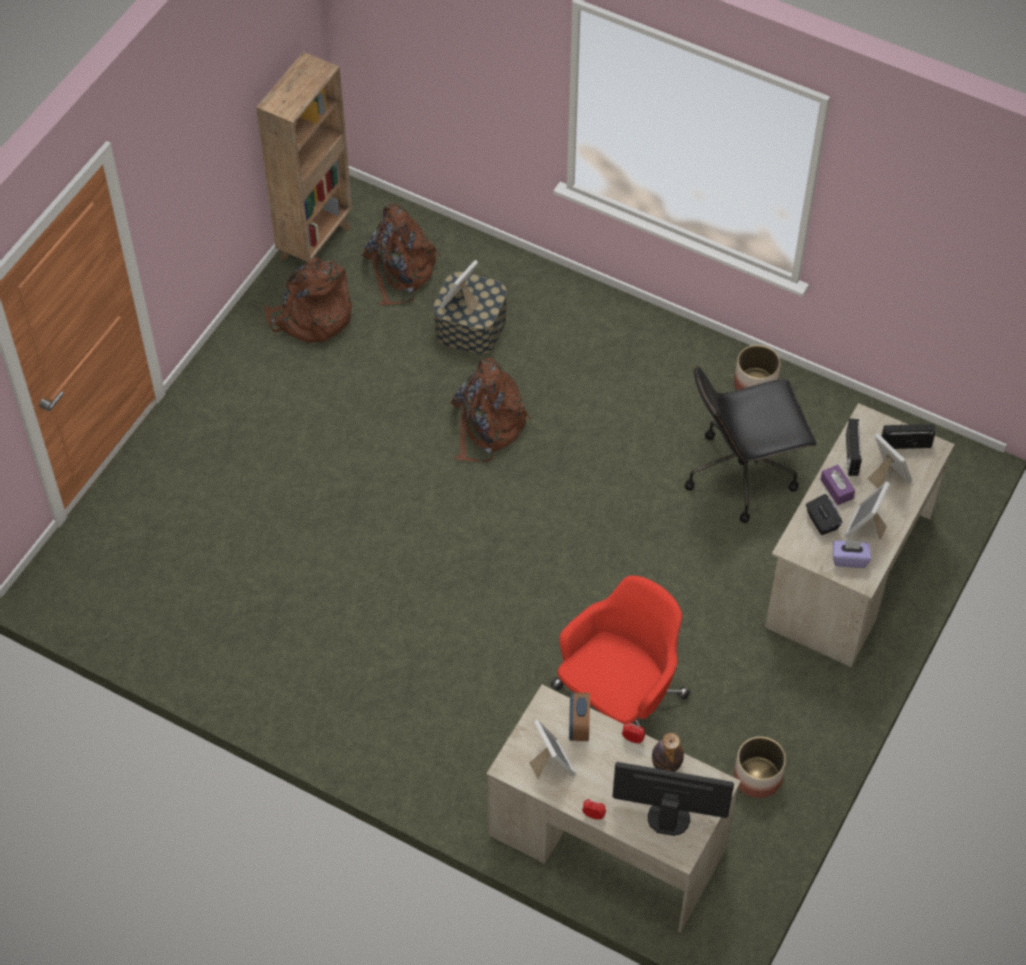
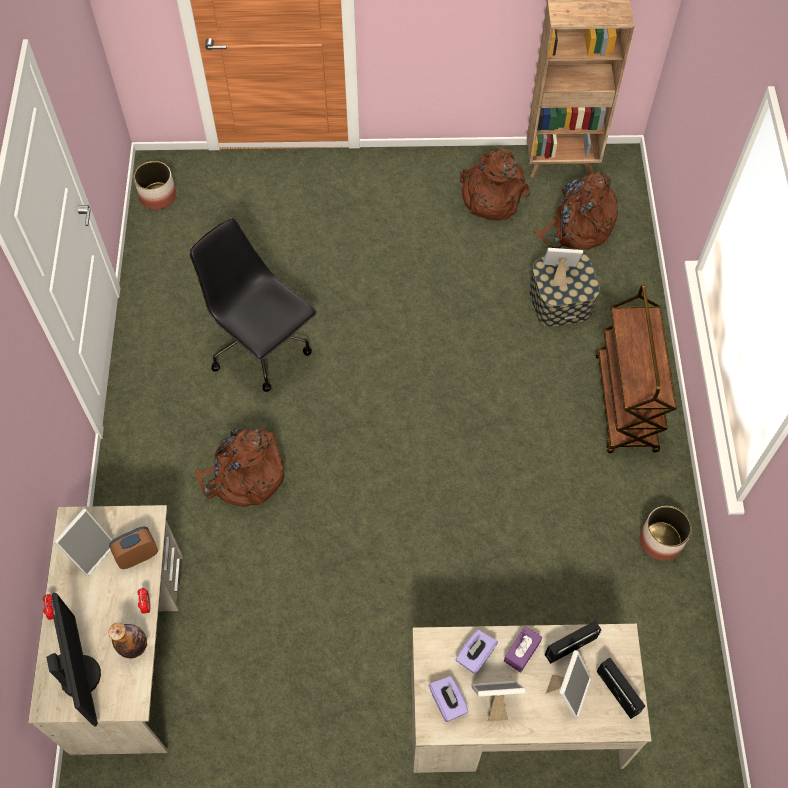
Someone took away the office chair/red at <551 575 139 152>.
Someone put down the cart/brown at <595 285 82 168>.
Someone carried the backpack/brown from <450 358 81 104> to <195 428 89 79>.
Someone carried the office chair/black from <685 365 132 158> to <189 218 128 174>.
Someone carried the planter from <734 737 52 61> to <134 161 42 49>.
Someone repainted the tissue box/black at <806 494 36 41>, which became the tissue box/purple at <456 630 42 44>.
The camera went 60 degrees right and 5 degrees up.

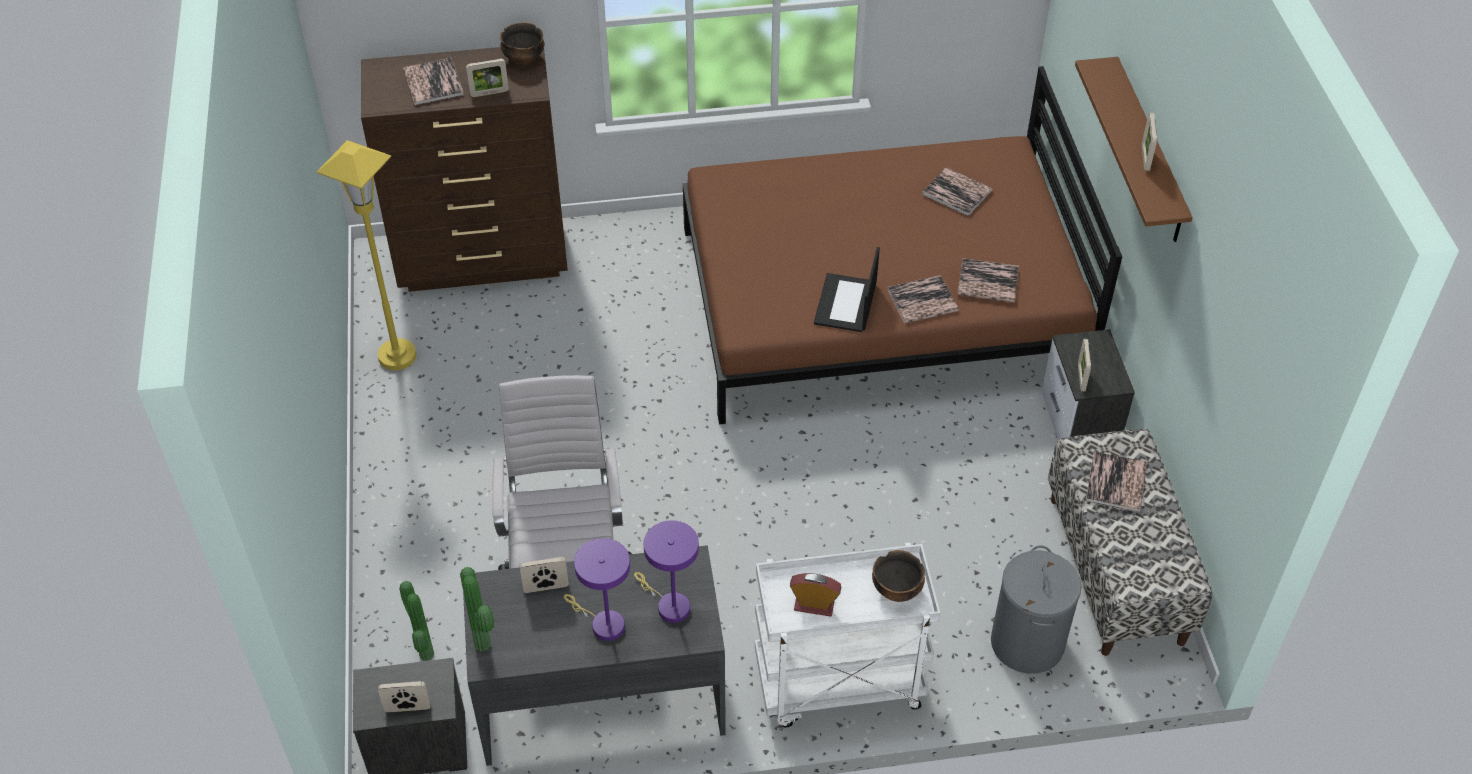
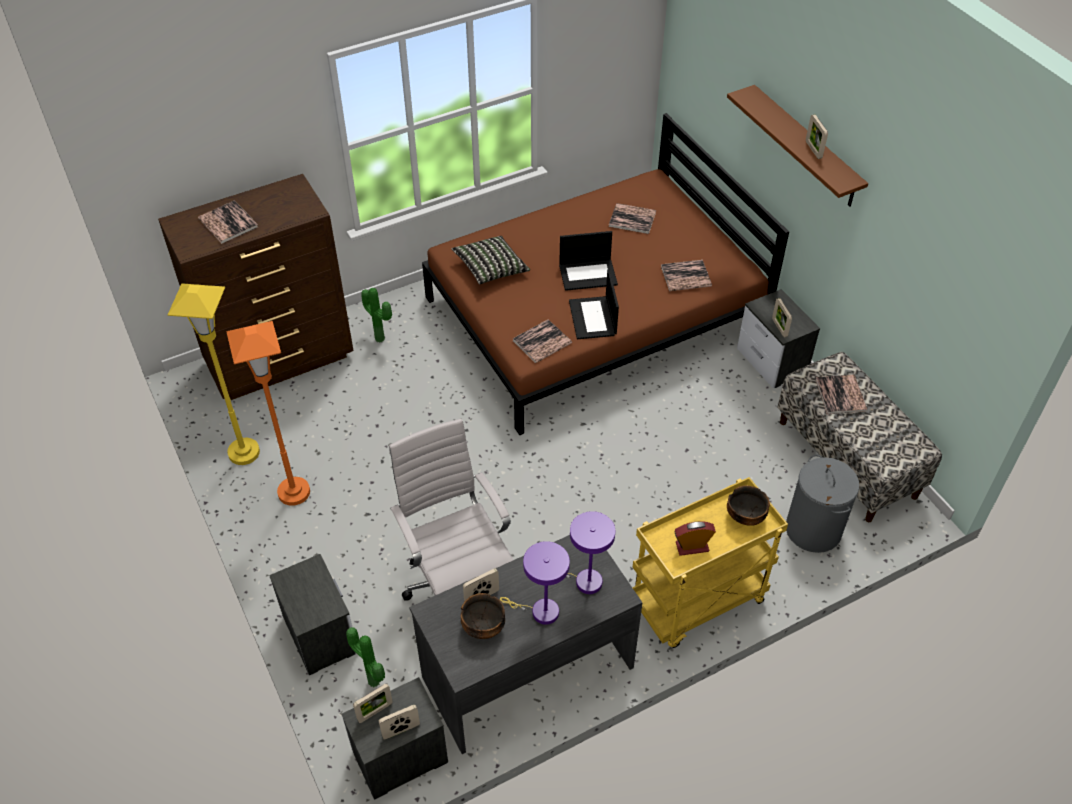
Someone put down the floor lamp/orange at <226 321 84 185>.
Someone put down the nightstand at <269 554 87 121>.
Someone put down the pillow at <452 236 78 48>.
Someone put down the laptop at <559 231 59 60>.
Someone carried the potted plant from <460 567 34 85> to <361 288 31 54>.
Someone carried the picture frame from <466 58 43 39> to <353 683 40 40>.
Someone carried the bowl from <500 22 44 43> to <461 593 44 46>.
Someone carried the book from <888 275 71 48> to <513 319 59 44>.
Someone repainted the cart/white at <755 542 185 185>, which became the cart/yellow at <632 477 156 171>.
The camera went 20 degrees left and 0 degrees up.

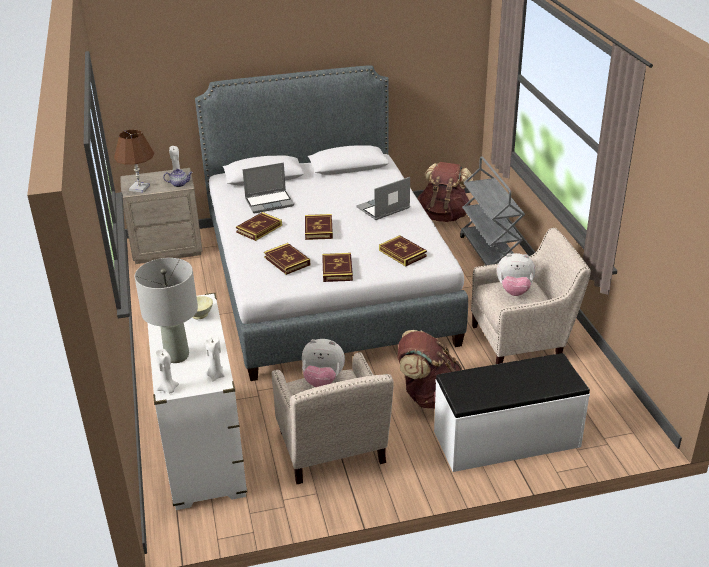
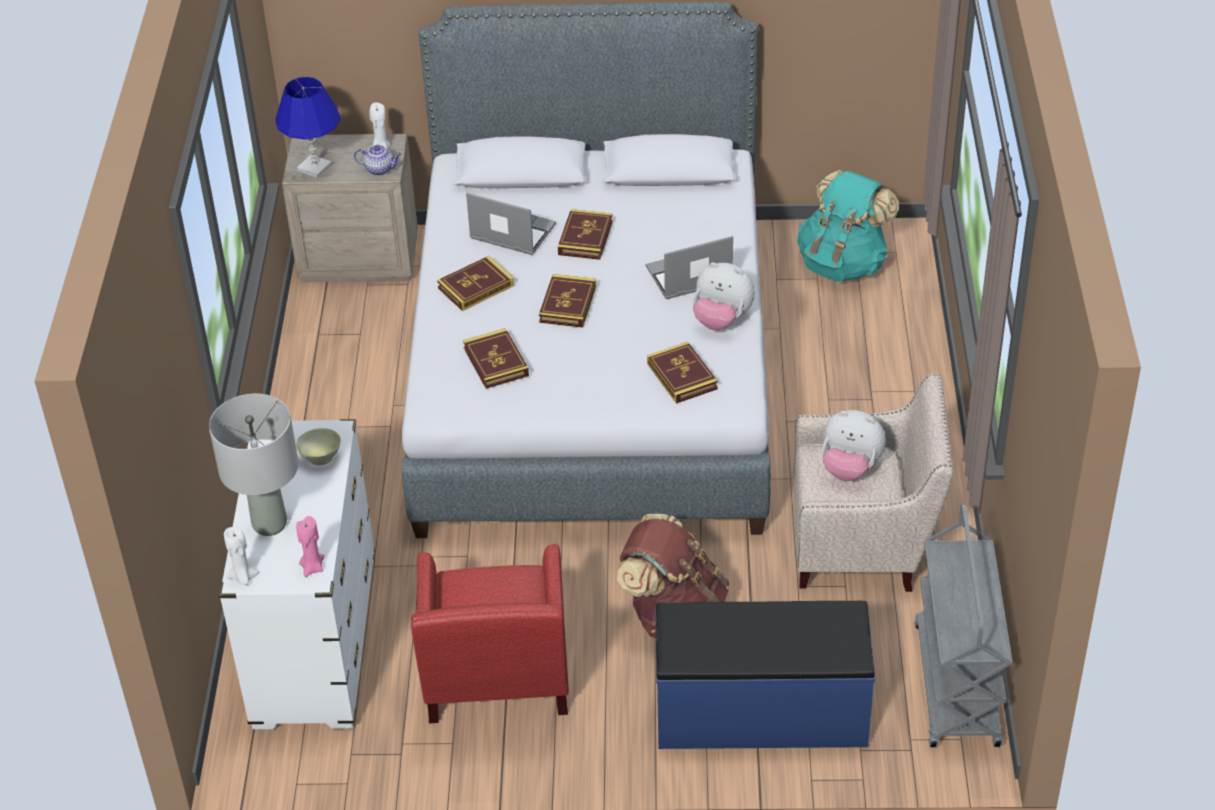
Someone carried the plush toy from <302 339 43 48> to <693 262 62 68>.
Someone carried the book from <322 253 31 29> to <558 209 55 51>.
Someone carried the cart/grey from <460 156 65 110> to <914 504 99 243>.
Someone repainted the table lamp/brown at <114 130 40 62>, which became the table lamp/blue at <275 77 66 101>.
Someone repainted the candle/white at <205 335 19 46>, which became the candle/pink at <296 516 28 61>.
Someone repainted the armchair/beige at <272 352 122 132>, which became the armchair/red at <411 544 158 179>.
Someone repainted the backpack/brown at <418 162 55 60>, which became the backpack/turquoise at <797 170 102 112>.
Someone repainted the bench/white at <434 353 156 119>, which became the bench/blue at <656 601 219 148>.
Someone rotated the laptop at <242 162 52 51> by 150 degrees counterclockwise.
The camera went 15 degrees right and 10 degrees up.

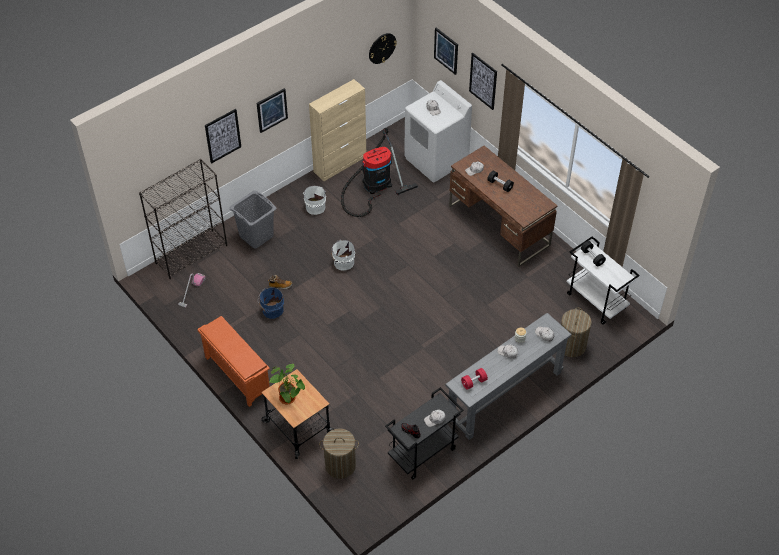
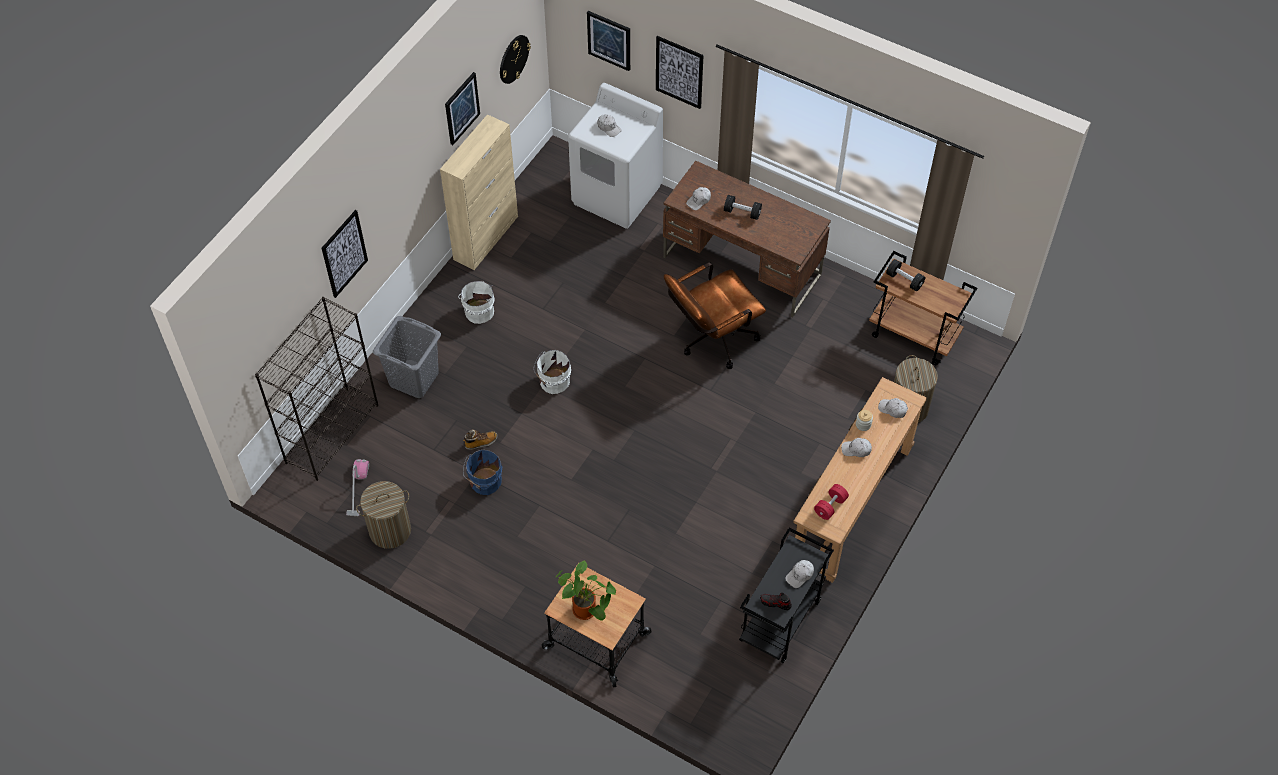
Someone took away the shoe rack/orange at <197 316 73 91>.
Someone took away the vacuum cleaner at <341 128 77 89>.
Someone put down the office chair/brown at <664 262 102 107>.
Someone carried the picture from <257 88 31 45> to <445 72 35 73>.
Someone carried the laundry basket from <319 428 40 51> to <356 481 55 68>.
Someone repainted the console table/grey at <445 313 127 127>, which became the console table/brown at <793 377 134 206>.
Someone repainted the cart/white at <567 236 73 89>, which became the cart/brown at <869 251 108 114>.
The camera went 20 degrees left and 5 degrees up.

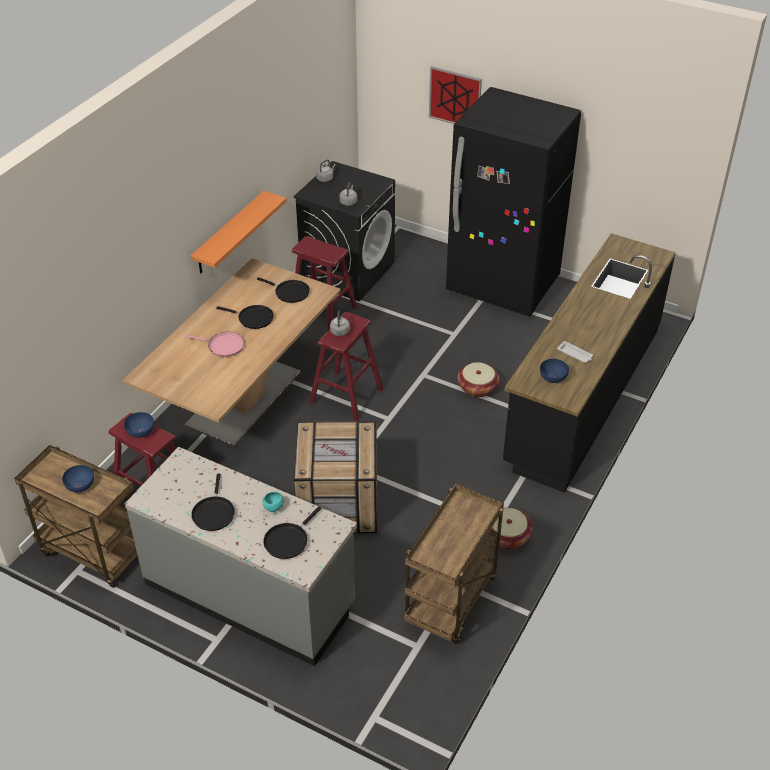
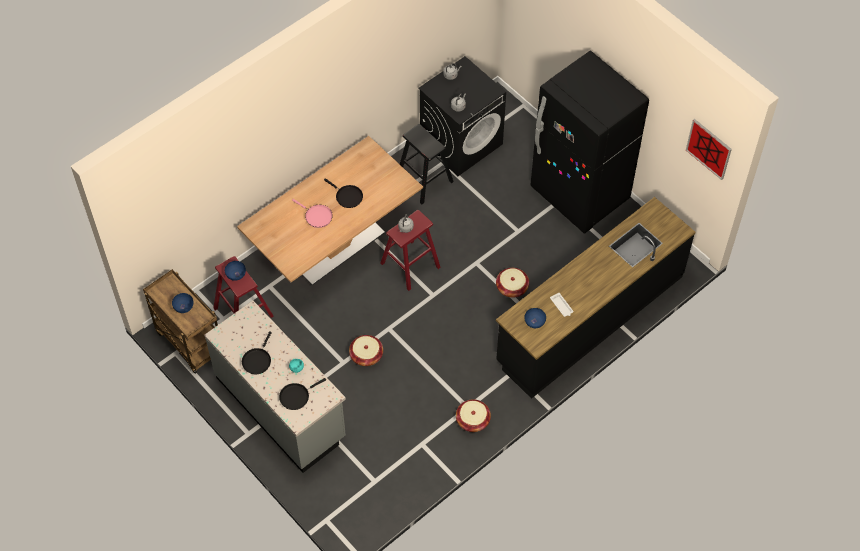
Someone took away the shelf/orange at <190 191 97 82>.
Someone took away the frying pan/black at <257 277 53 26>.
Someone took away the cart/brown at <404 484 100 159>.
Someone carried the picture from <429 66 53 58> to <686 119 46 61>.
Someone swapped the crate at <294 421 83 112> for the basket at <349 335 34 31>.
Someone repainted the stool/red at <292 236 65 95>, which became the stool/black at <400 124 54 80>.
The camera went 20 degrees right and 15 degrees up.

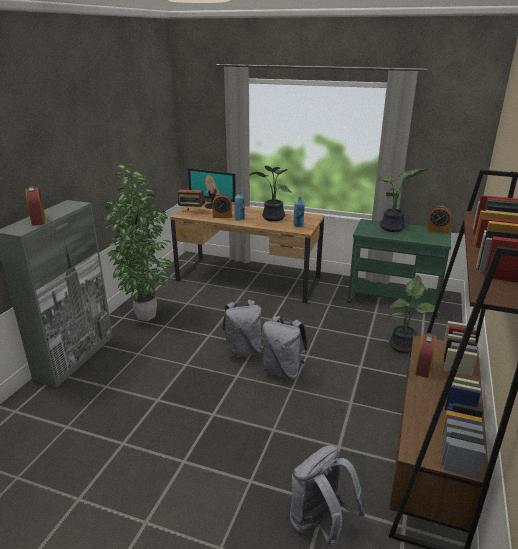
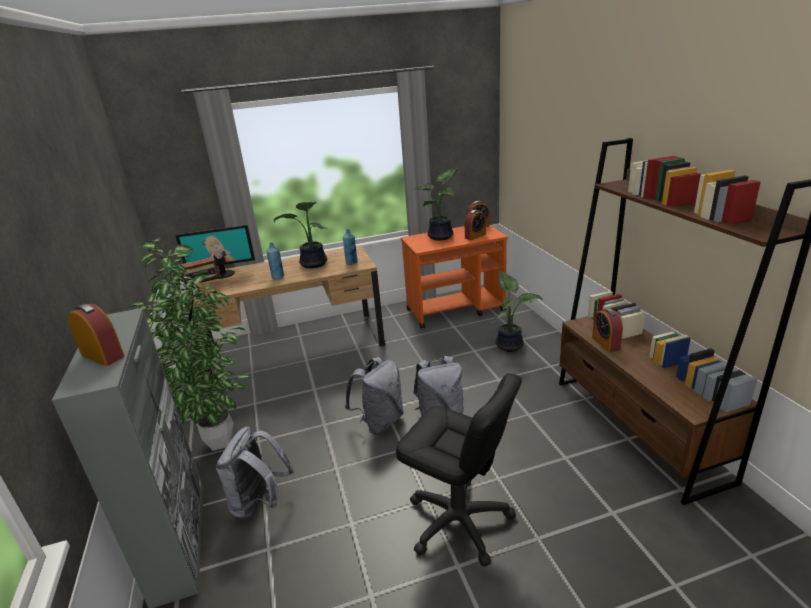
Someone put down the office chair/black at <396 373 126 194>.
Someone carried the alarm clock from <212 193 20 25> to <465 210 21 30>.
Someone carried the backpack/grey from <290 445 75 102> to <216 426 78 93>.
Someone repainted the cart/green at <347 219 104 99>, which became the cart/orange at <401 225 107 104>.
The camera went 35 degrees left and 0 degrees up.

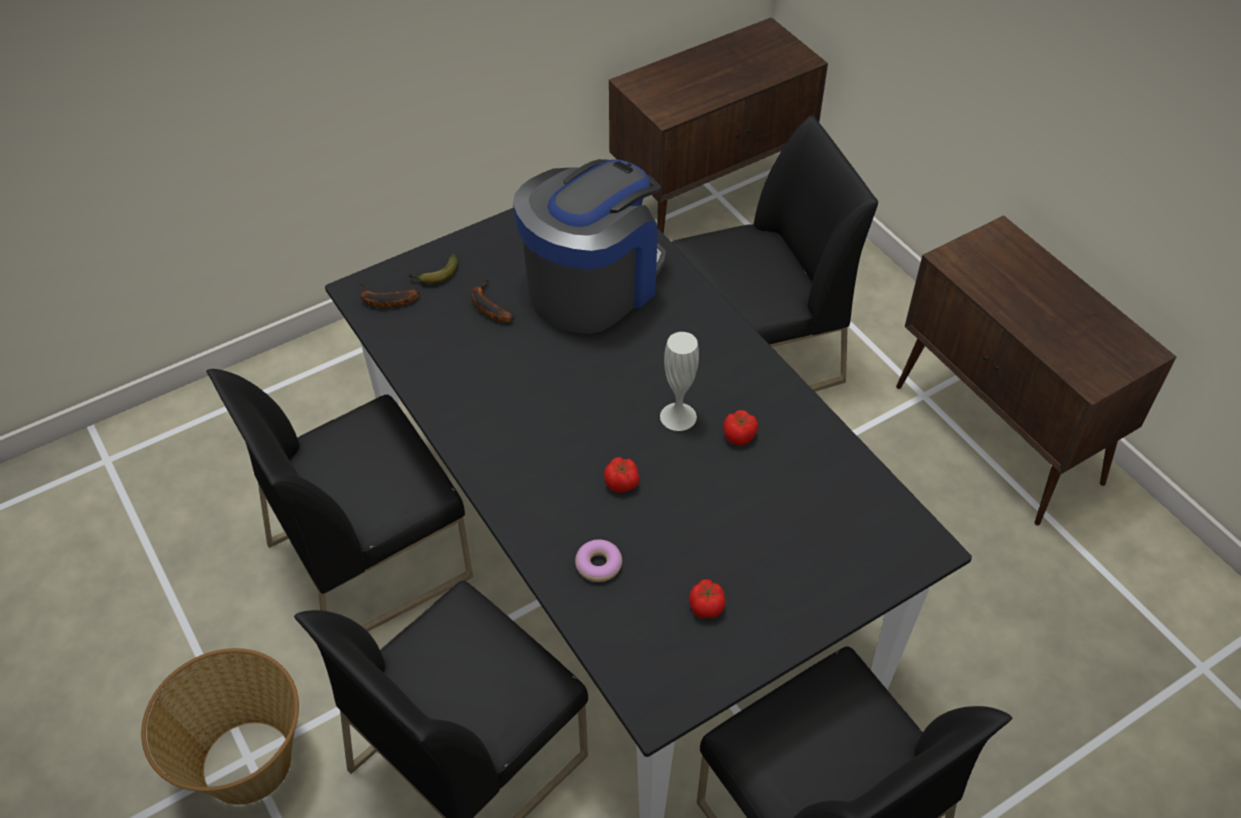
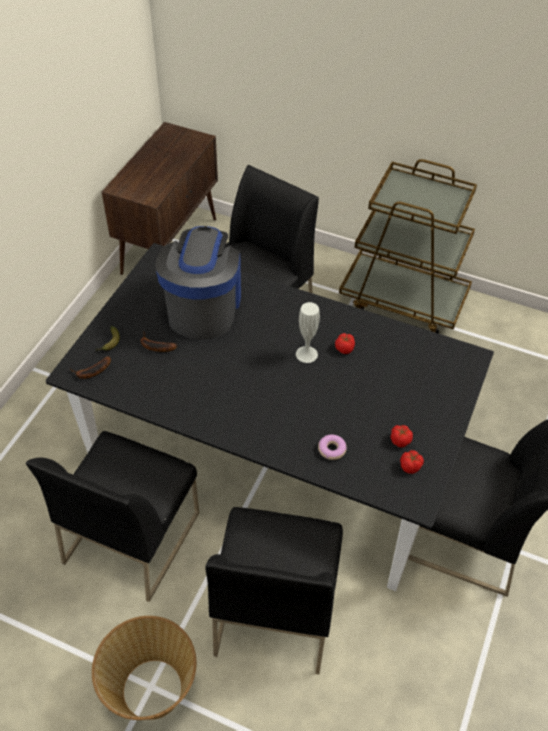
Someone carried the tomato from <604 457 36 36> to <400 450 24 24>.
Someone swapped the cabinet/brown at <896 215 280 310> for the cart/brown at <339 159 138 175>.
The camera went 35 degrees left and 0 degrees up.

